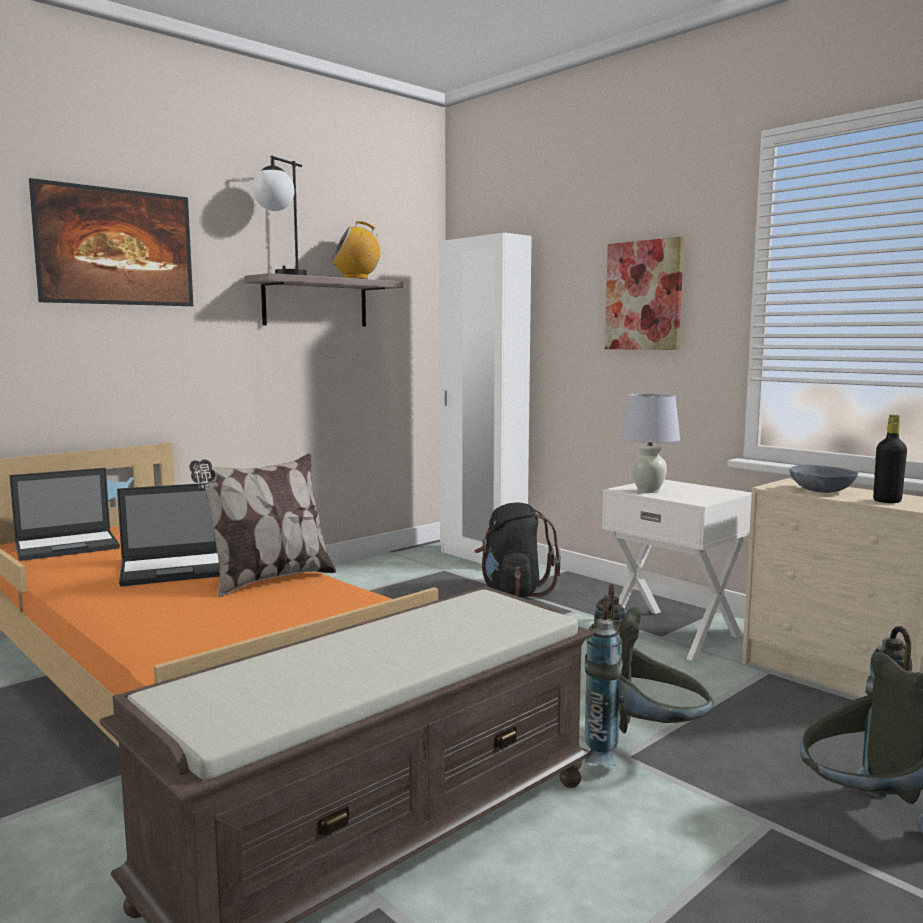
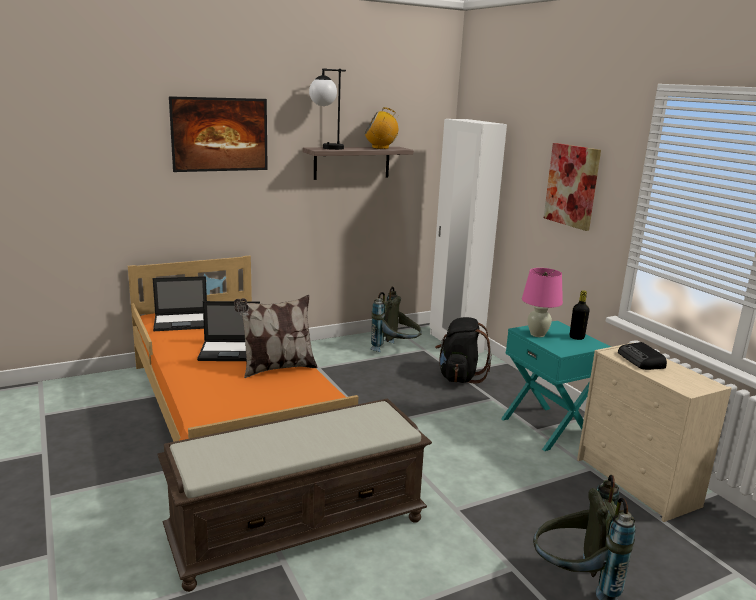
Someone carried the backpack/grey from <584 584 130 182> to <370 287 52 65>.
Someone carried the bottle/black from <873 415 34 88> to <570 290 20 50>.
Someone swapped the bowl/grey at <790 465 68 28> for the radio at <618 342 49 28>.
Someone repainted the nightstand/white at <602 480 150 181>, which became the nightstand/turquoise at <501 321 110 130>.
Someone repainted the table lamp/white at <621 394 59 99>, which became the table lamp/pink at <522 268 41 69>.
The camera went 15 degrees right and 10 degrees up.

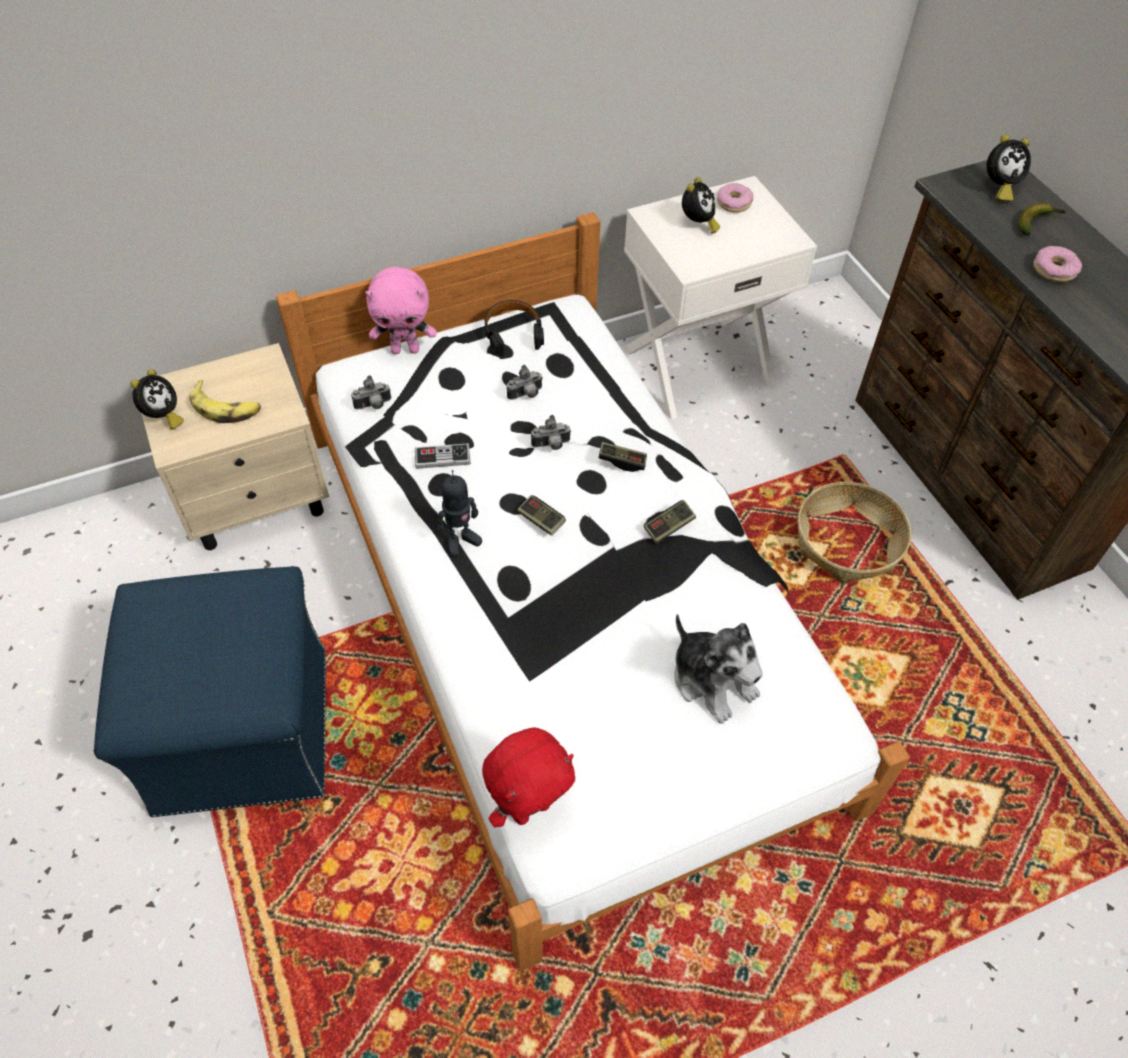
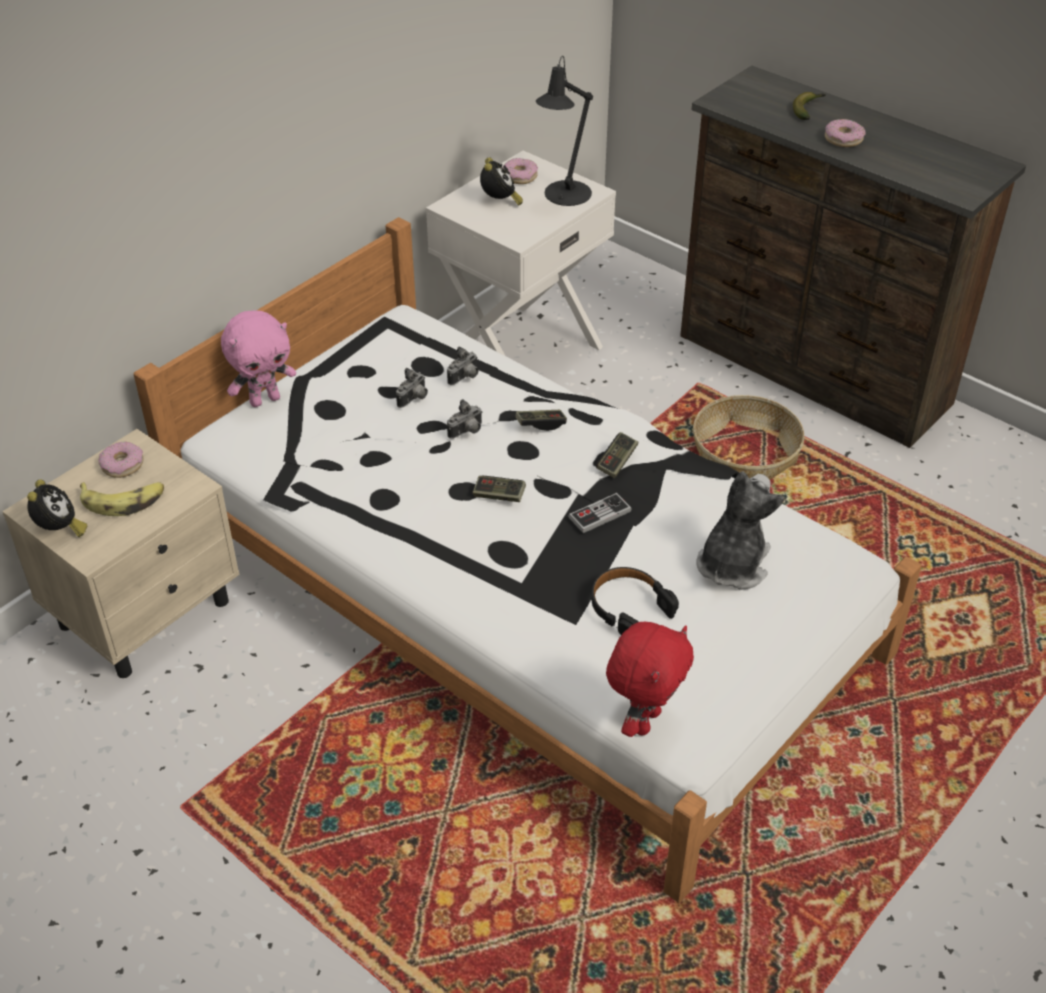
Someone took away the ottoman/blue at <94 566 232 251>.
Someone took away the toy robot at <438 470 44 87>.
Someone took away the alarm clock at <986 135 45 67>.
Someone put down the donut at <98 442 45 36>.
Someone put down the table lamp/black at <536 56 57 150>.
Someone carried the photo camera from <351 375 40 35> to <447 346 32 39>.
Someone carried the game controller from <415 443 55 26> to <568 493 64 40>.
Someone carried the headphones/black from <485 300 59 56> to <592 567 87 68>.
Someone rotated the plush toy at <674 614 89 110> by 90 degrees counterclockwise.
The camera went 25 degrees left and 10 degrees down.

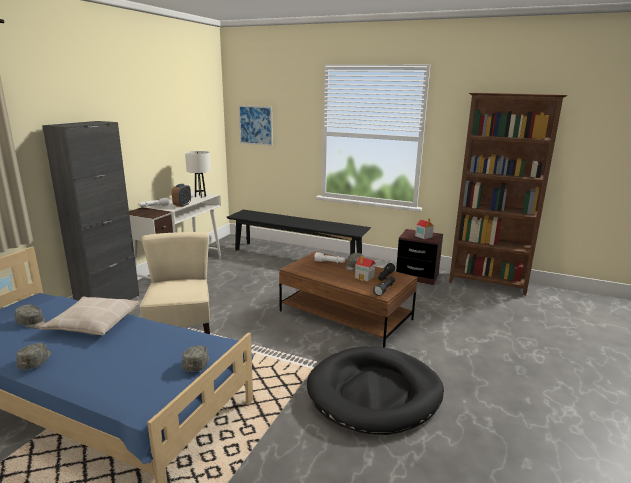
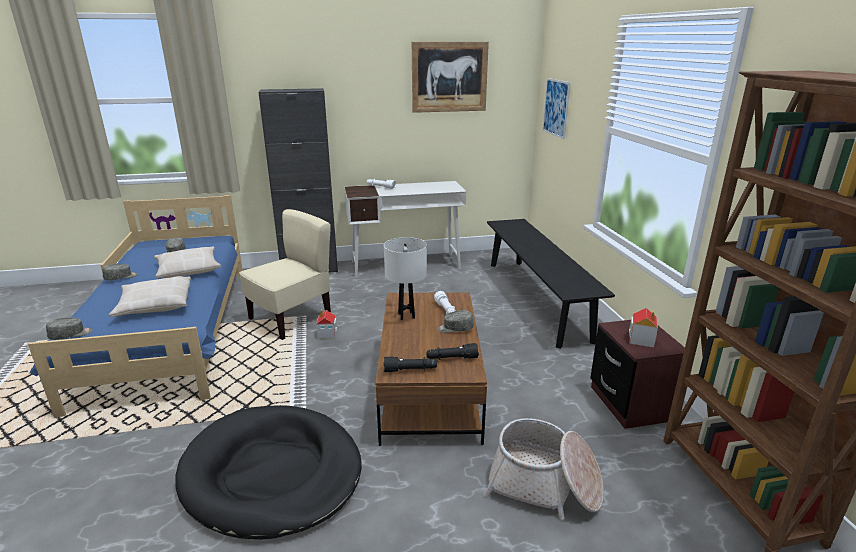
Someone took away the alarm clock at <172 184 19 23>.
Someone put down the pillow/beige at <109 276 82 41>.
Someone put up the picture at <412 42 77 71>.
Someone put down the basket at <484 418 120 102>.
Someone carried the cap/grey from <182 346 27 26> to <46 318 47 22>.
Someone carried the table lamp/white from <185 151 26 47> to <384 237 43 83>.
Someone carried the toy house from <355 256 20 25> to <316 309 21 30>.
The camera went 55 degrees right and 5 degrees up.

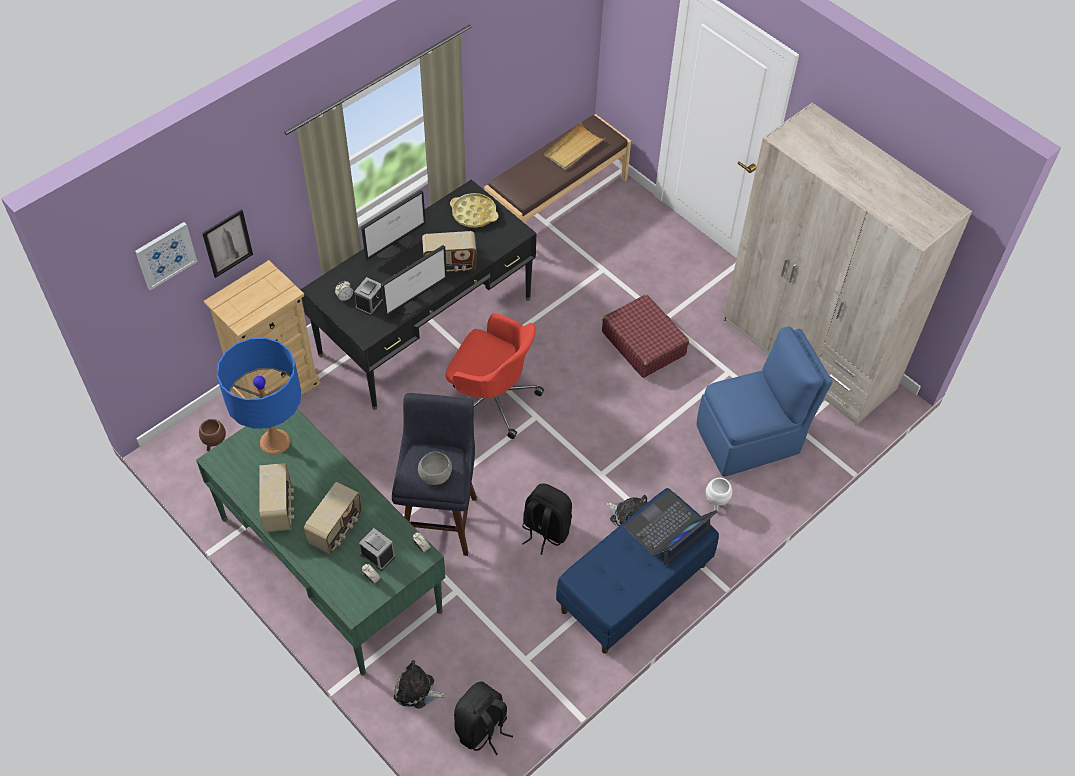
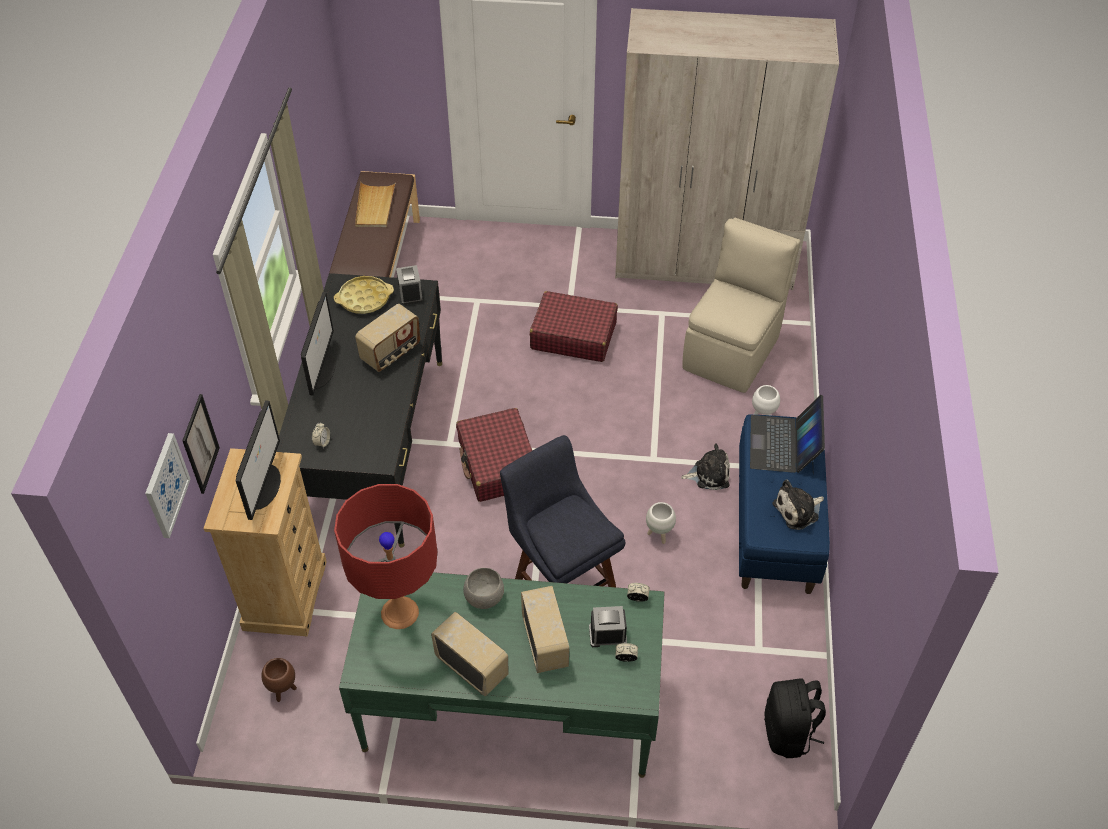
Someone carried the alarm clock from <354 277 29 39> to <396 265 27 40>.
Someone carried the monitor from <381 245 66 71> to <235 400 46 120>.
Someone carried the plush toy from <394 660 52 49> to <773 480 51 50>.
Someone carried the bowl/grey from <418 451 34 34> to <463 568 41 41>.
Someone swapped the office chair/red at <446 313 98 126> for the suitcase/red at <456 408 76 94>.
Someone swapped the backpack/black at <522 484 50 71> for the planter/white at <646 502 30 42>.
Someone repainted the table lamp/blue at <217 338 84 117>, which became the table lamp/red at <334 484 103 145>.
Someone repainted the chair/blue at <696 326 137 151>, which became the chair/beige at <683 218 118 175>.
The camera went 40 degrees left and 5 degrees down.

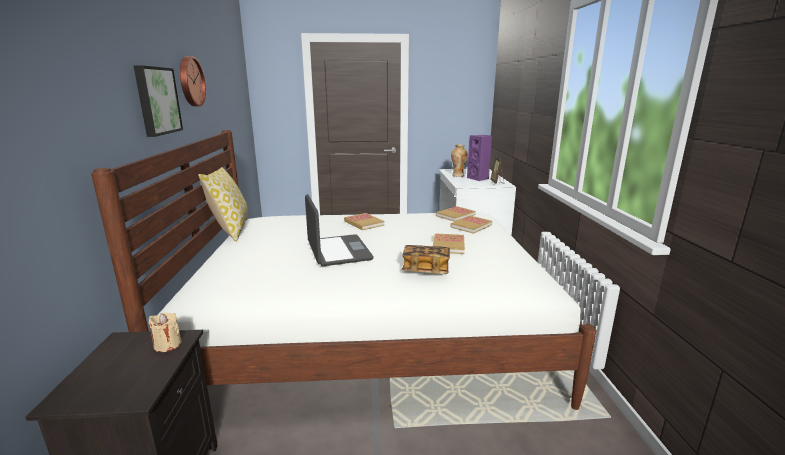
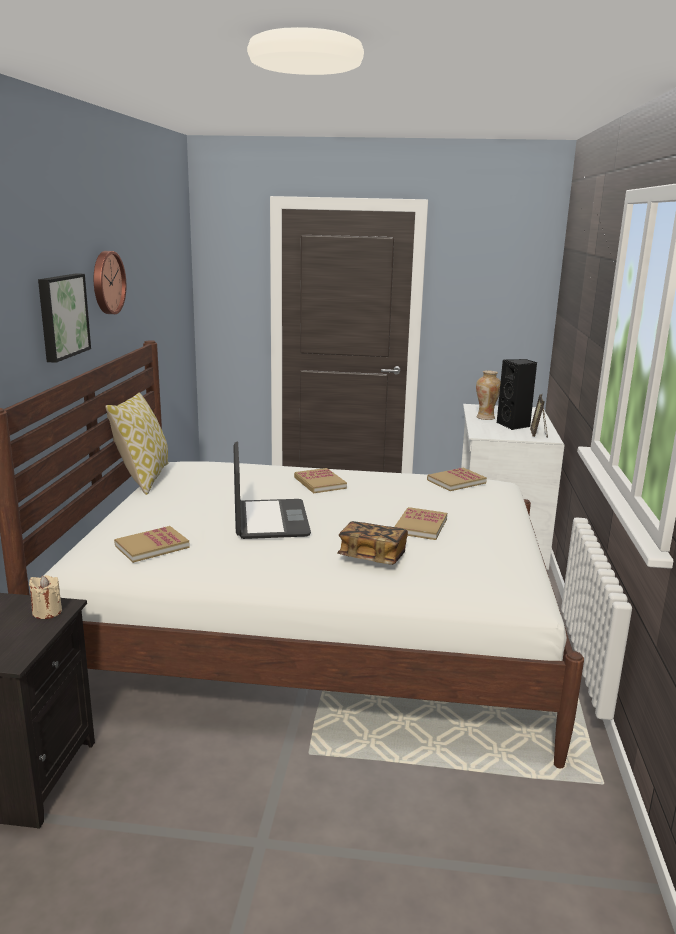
Someone carried the book from <450 216 42 18> to <114 526 76 37>.
Someone repainted the speaker/purple at <467 135 25 46>, which became the speaker/black at <497 359 40 71>.
The camera went 10 degrees right and 0 degrees up.

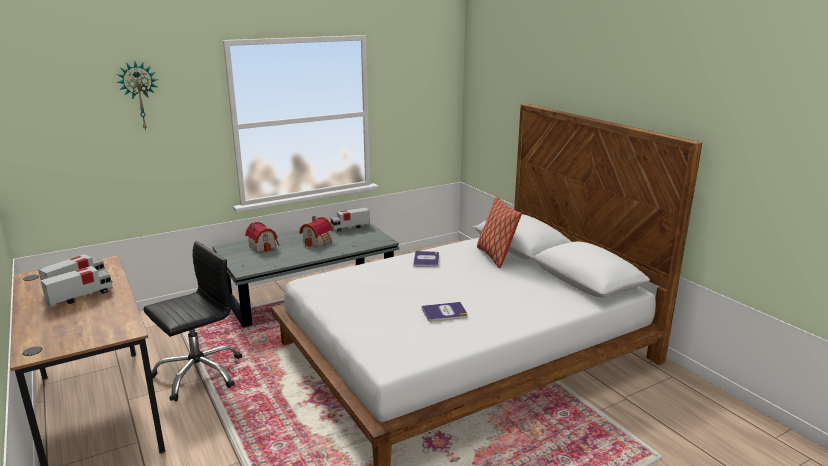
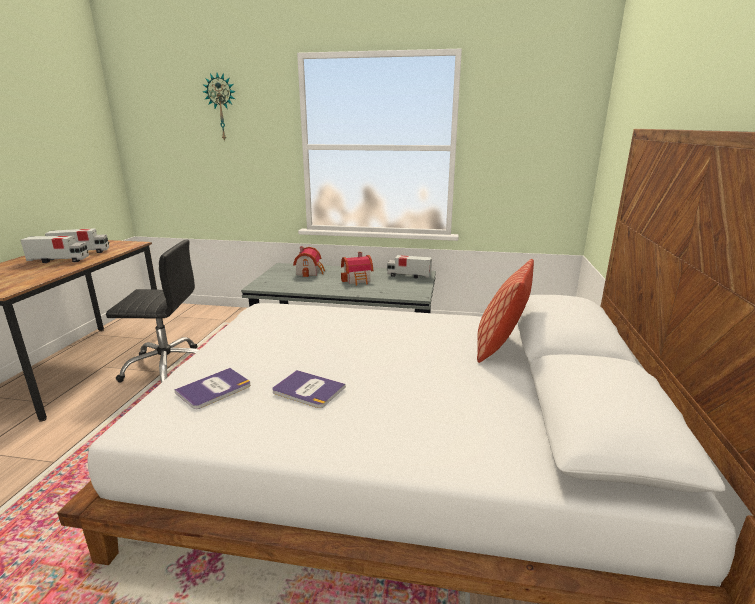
Someone carried the book from <413 251 26 16> to <174 368 77 41>.
The camera went 40 degrees right and 0 degrees up.

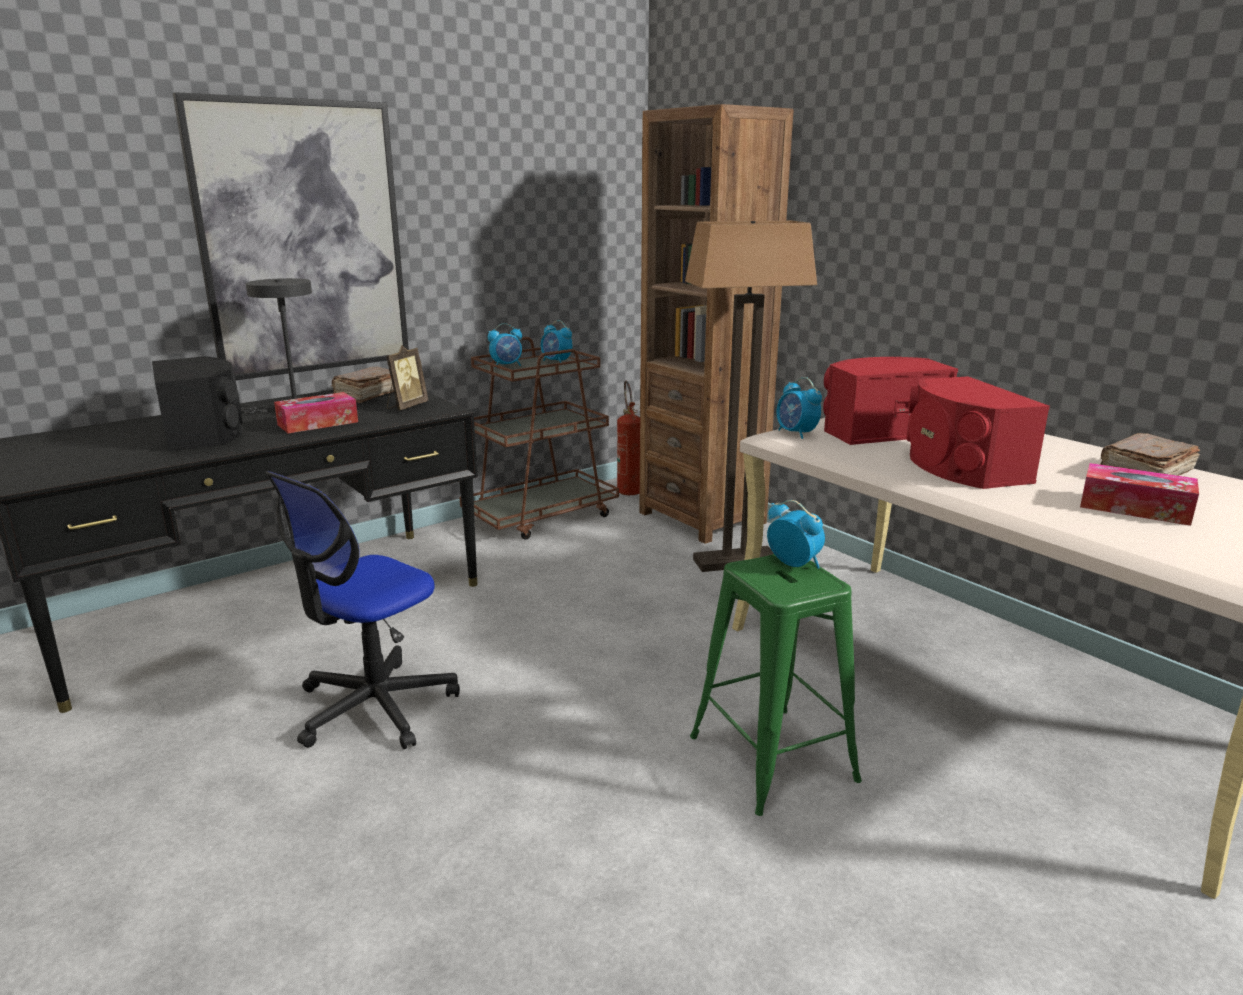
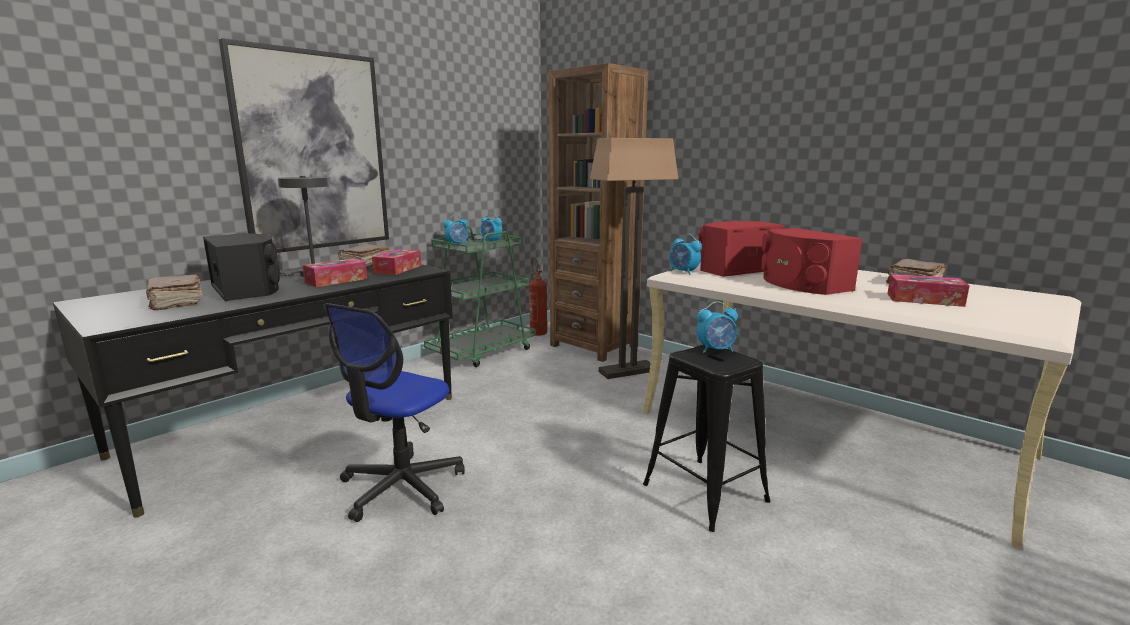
Someone put down the book/brown at <146 275 56 35>.
Someone swapped the picture frame at <386 345 42 65> for the tissue box at <372 249 49 26>.
Someone repainted the cart/brown at <459 337 160 203>, which became the cart/green at <424 226 112 141>.
Someone repainted the stool/green at <690 554 172 262>, which became the stool/black at <643 345 128 187>.
Someone rotated the alarm clock at <767 500 58 69> by 135 degrees clockwise.
The camera went 10 degrees left and 5 degrees down.

